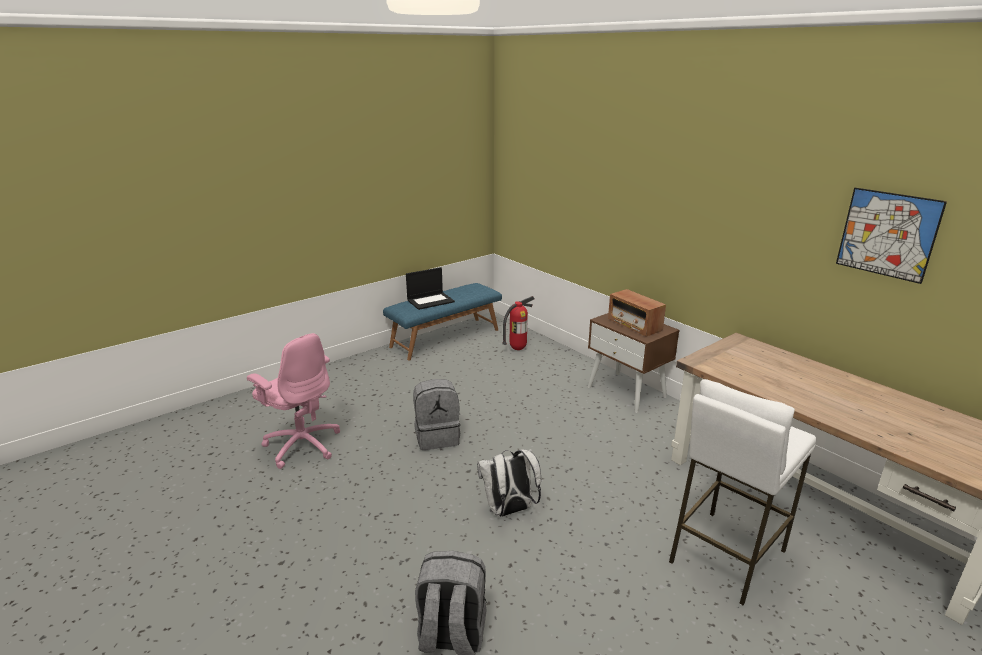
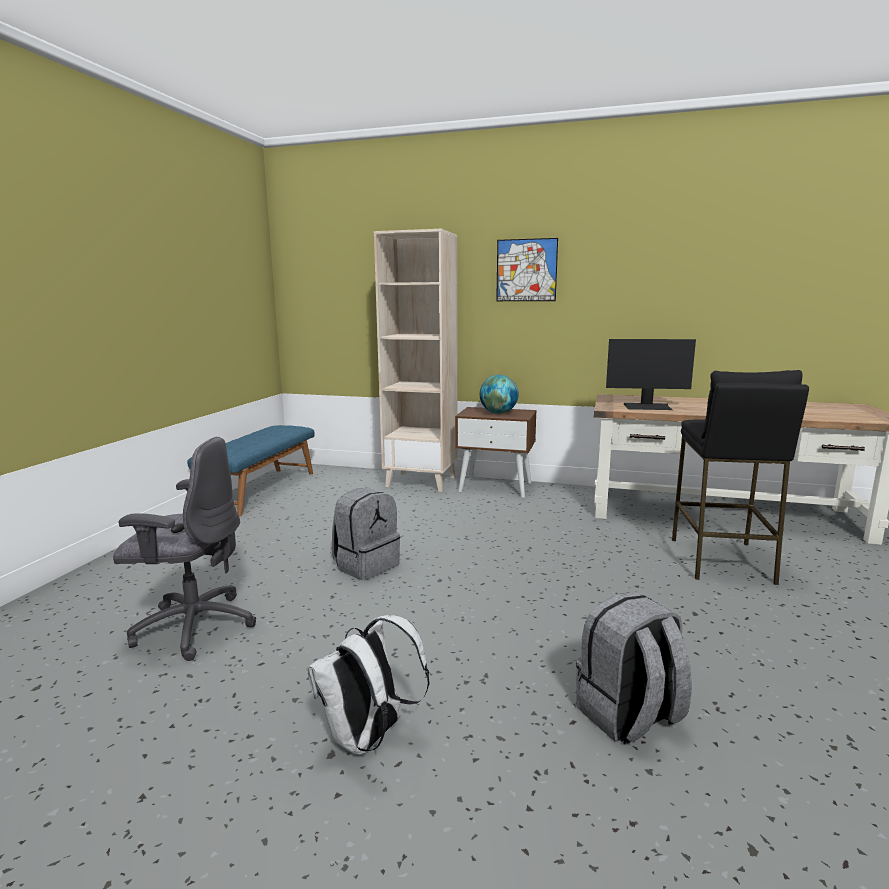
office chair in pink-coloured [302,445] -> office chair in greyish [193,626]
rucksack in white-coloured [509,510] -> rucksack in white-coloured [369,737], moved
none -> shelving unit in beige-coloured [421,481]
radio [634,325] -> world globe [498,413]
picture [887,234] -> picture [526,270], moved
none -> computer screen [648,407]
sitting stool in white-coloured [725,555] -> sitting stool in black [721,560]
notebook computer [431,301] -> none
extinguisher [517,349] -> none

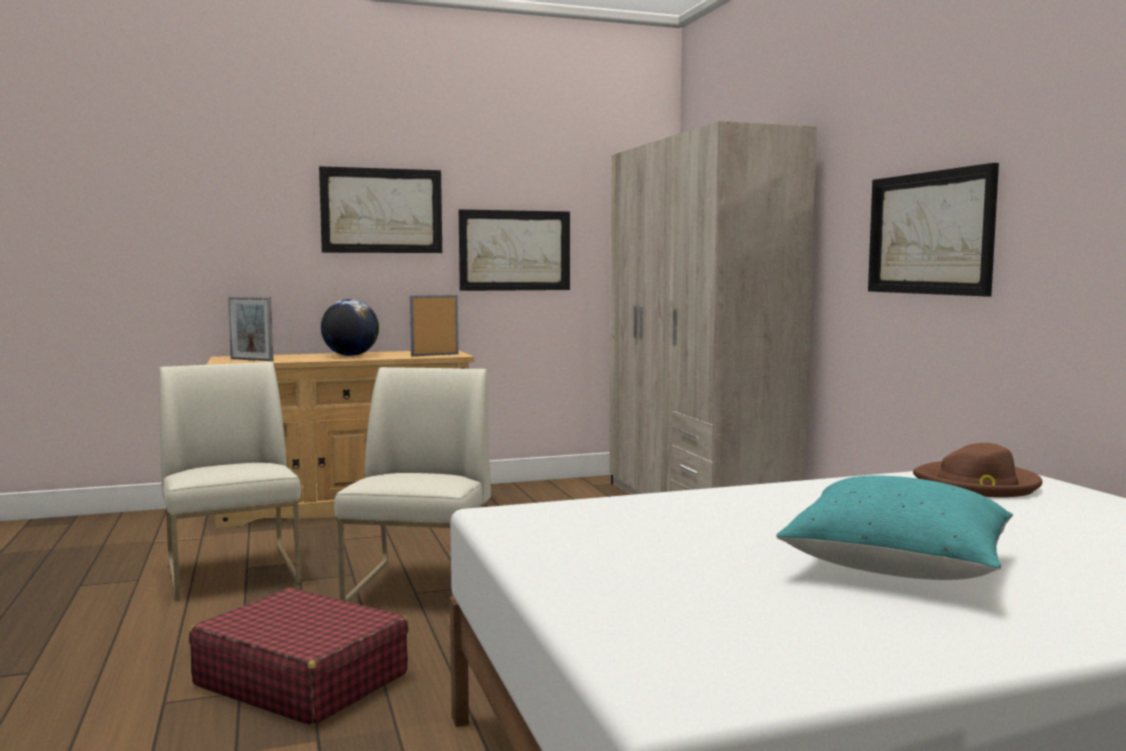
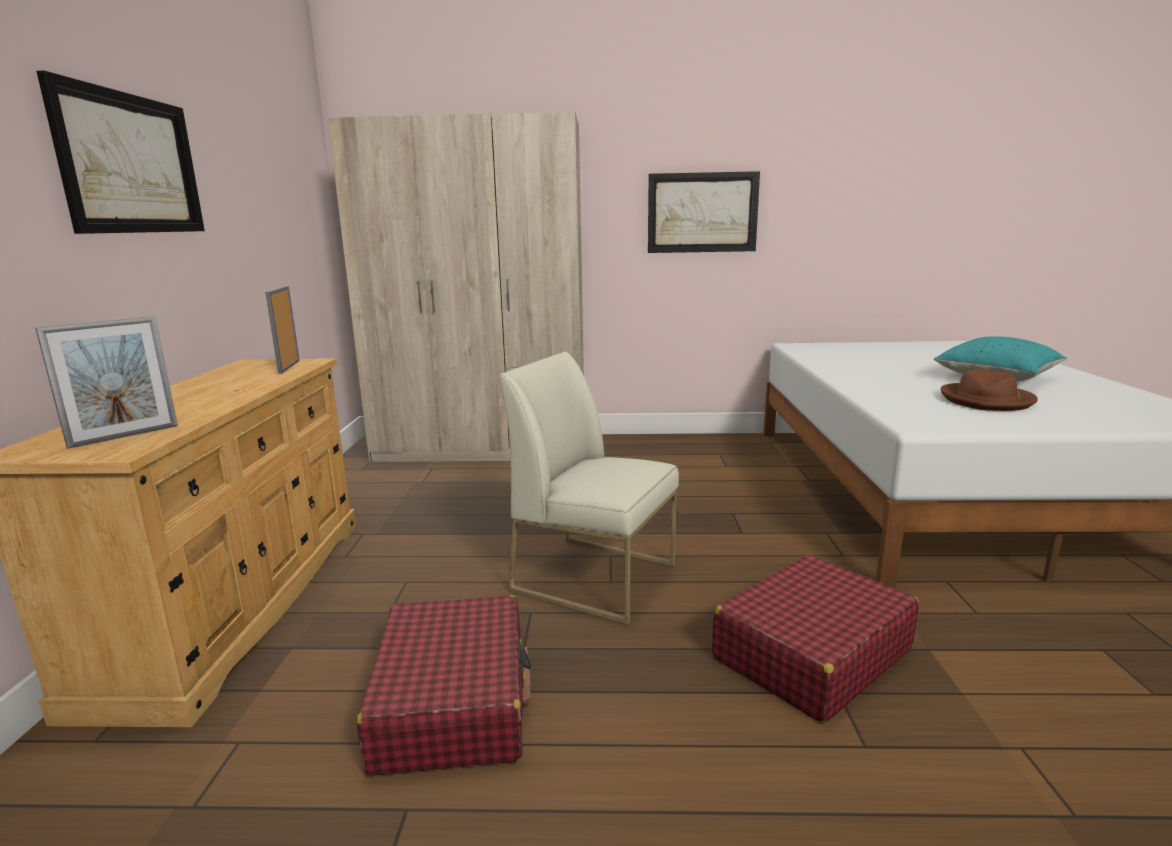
plain chair in white-coloured [234,572] -> suitcase in reddish [453,702]
hat in brown-coloured [977,484] -> hat in brown-coloured [987,401], moved
world globe [350,355] -> none
picture [514,250] -> none

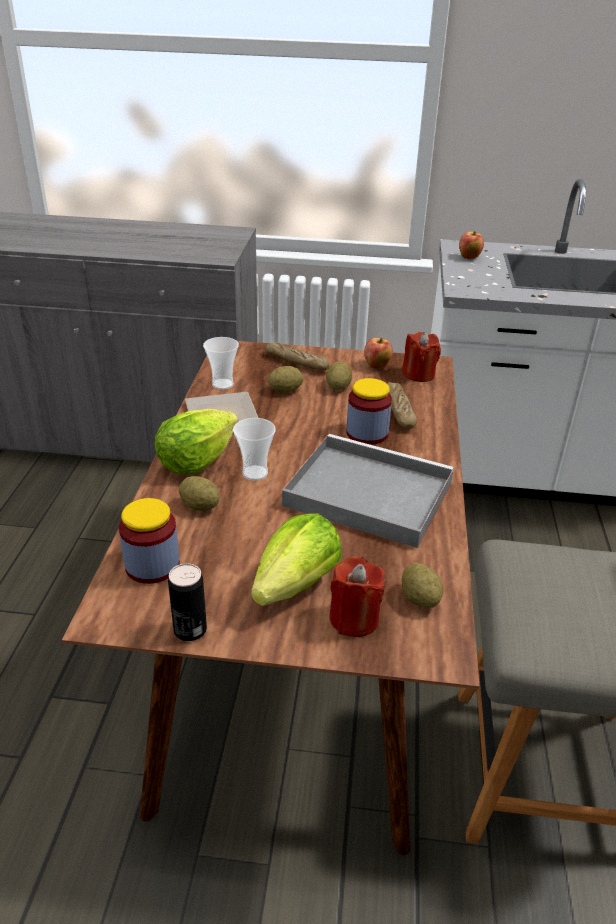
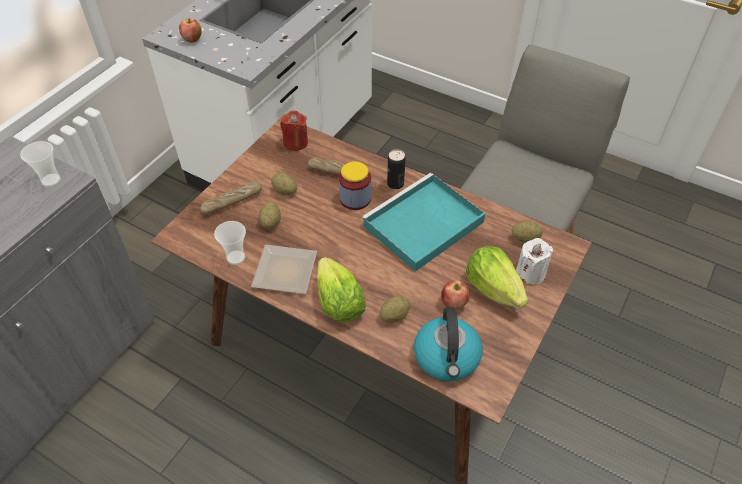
drinking cup [255,473] -> drinking cup [51,180], moved
carrying tray in greyish [365,494] -> carrying tray in blue-green [422,225]
sealed can [190,630] -> sealed can [395,184], moved
storage jar [152,565] -> kettle [447,358]
apple fruit [376,366] -> apple fruit [453,303], moved
wax candle in reddish [354,618] -> wax candle in white-coloured [530,272]

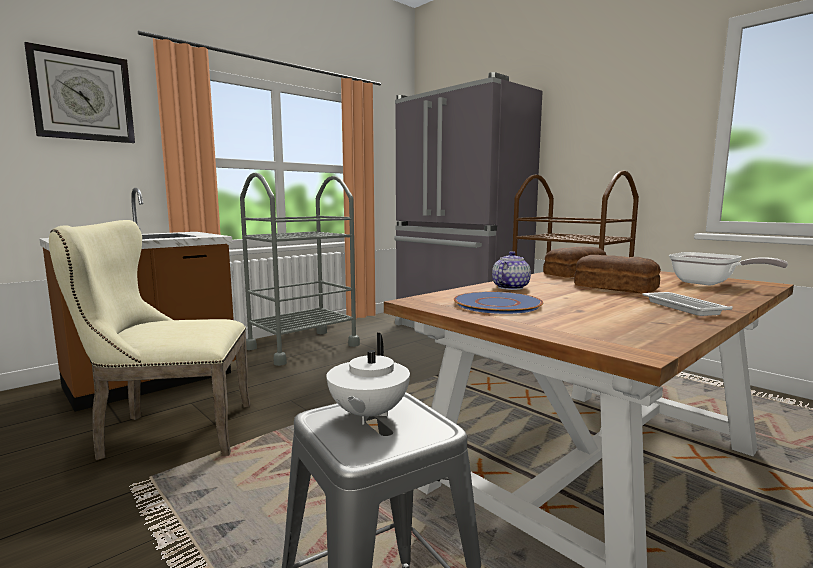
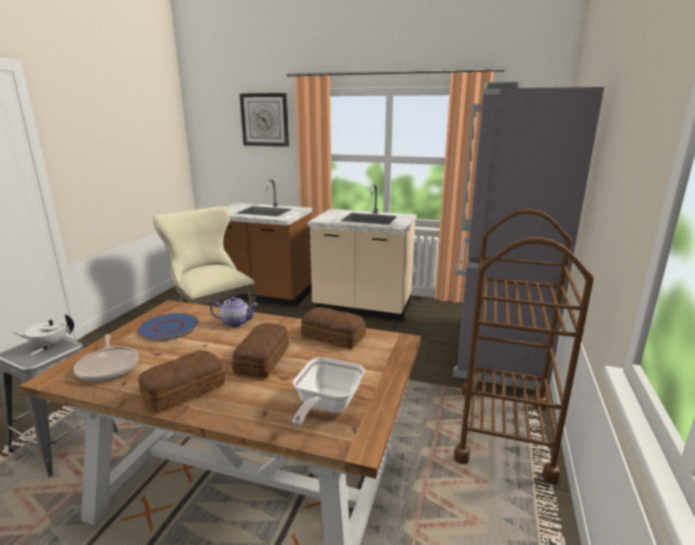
none -> pan [108,366]
carrying tray in white-coloured [681,307] -> bakery bread [182,390]
wheeled cart in greyish [303,347] -> kitchen base unit in beige-coloured [362,307]

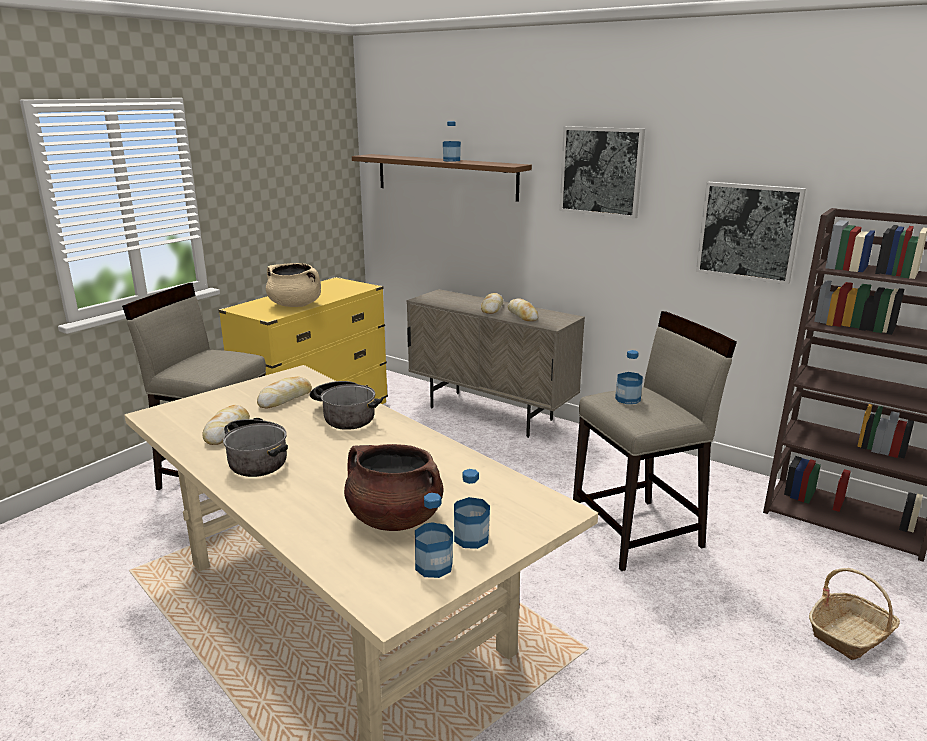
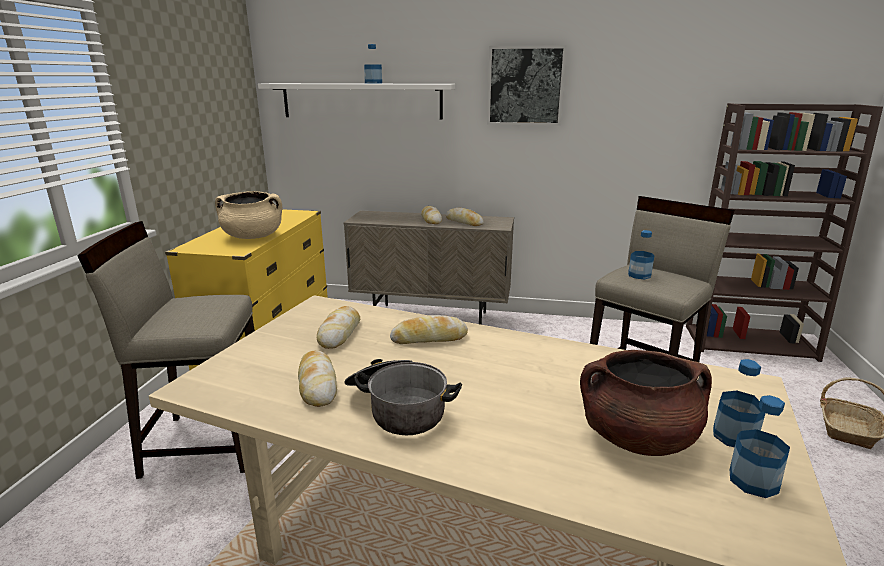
wall shelf in brown-coloured [445,176] -> wall shelf in white-coloured [361,101]
saucepot [345,416] -> bakery bread [429,338]
picture [748,231] -> none

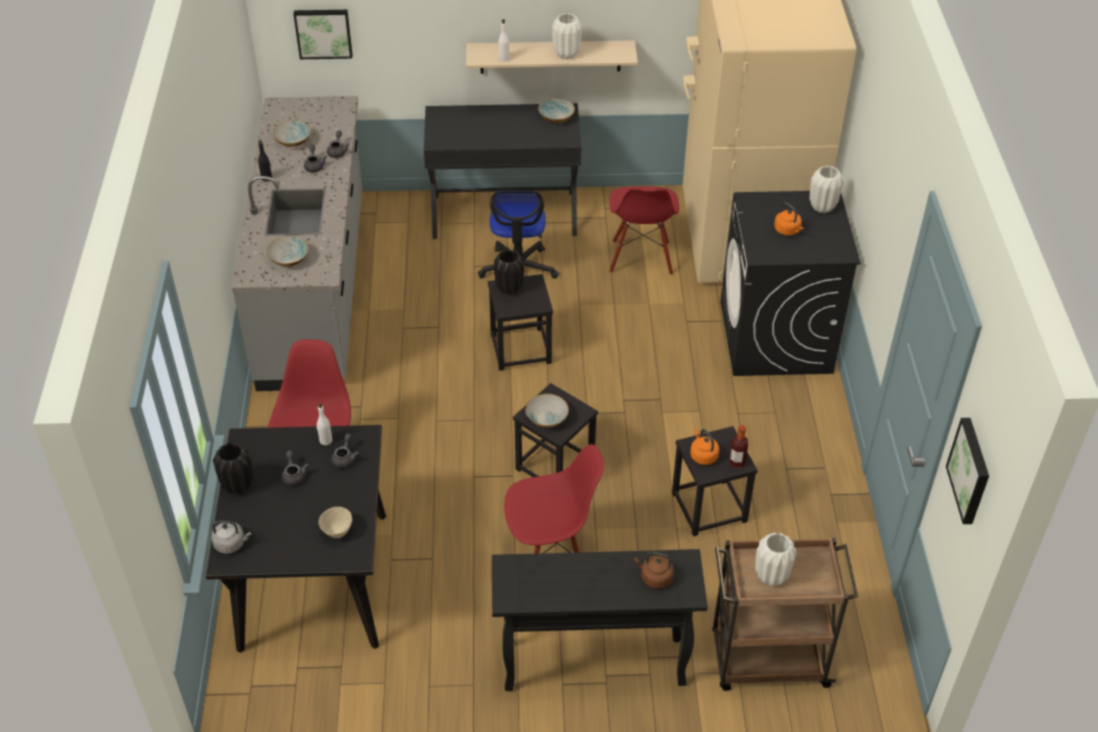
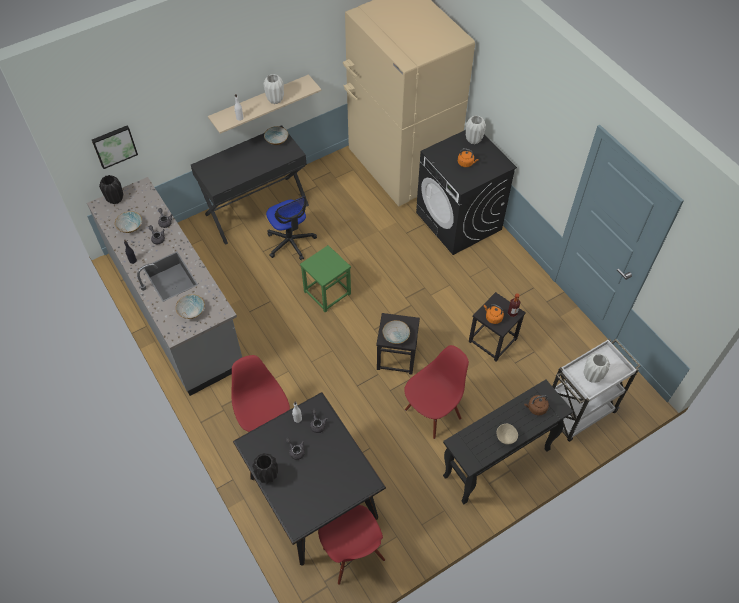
vase in black [509,288] -> vase in black [115,199], moved
sitting stool in black [520,348] -> sitting stool in greenish [327,292]
plain chair in reddish [641,258] -> plain chair in reddish [353,555], moved
serving bowl in beige-coloured [337,531] -> serving bowl in beige-coloured [505,438], moved
wheeled cart in brown-coloured [767,660] -> wheeled cart in white-coloured [578,413]
kettle in greyish [231,544] -> none
picture [971,470] -> none

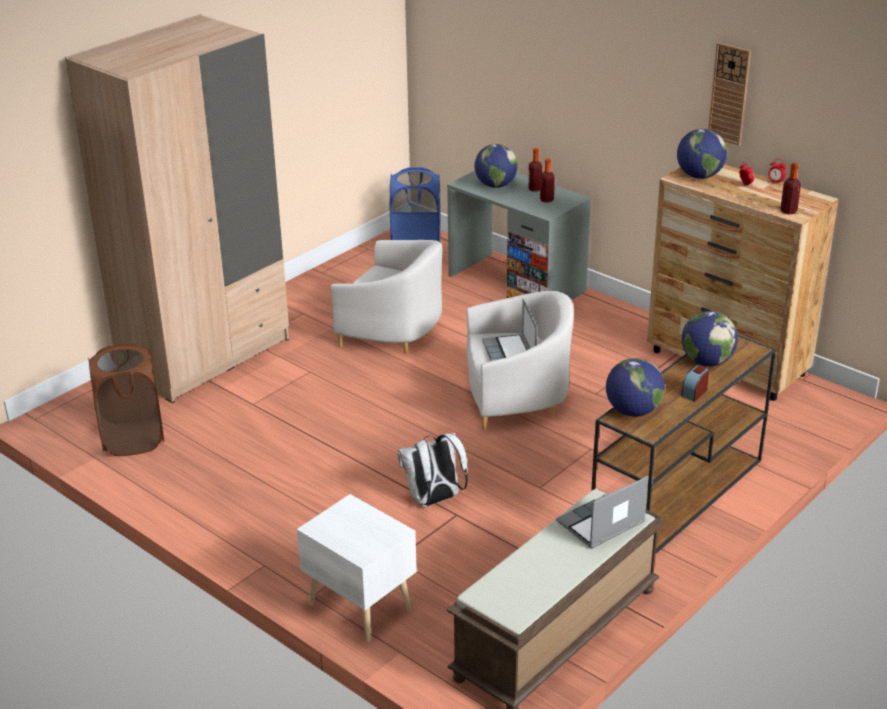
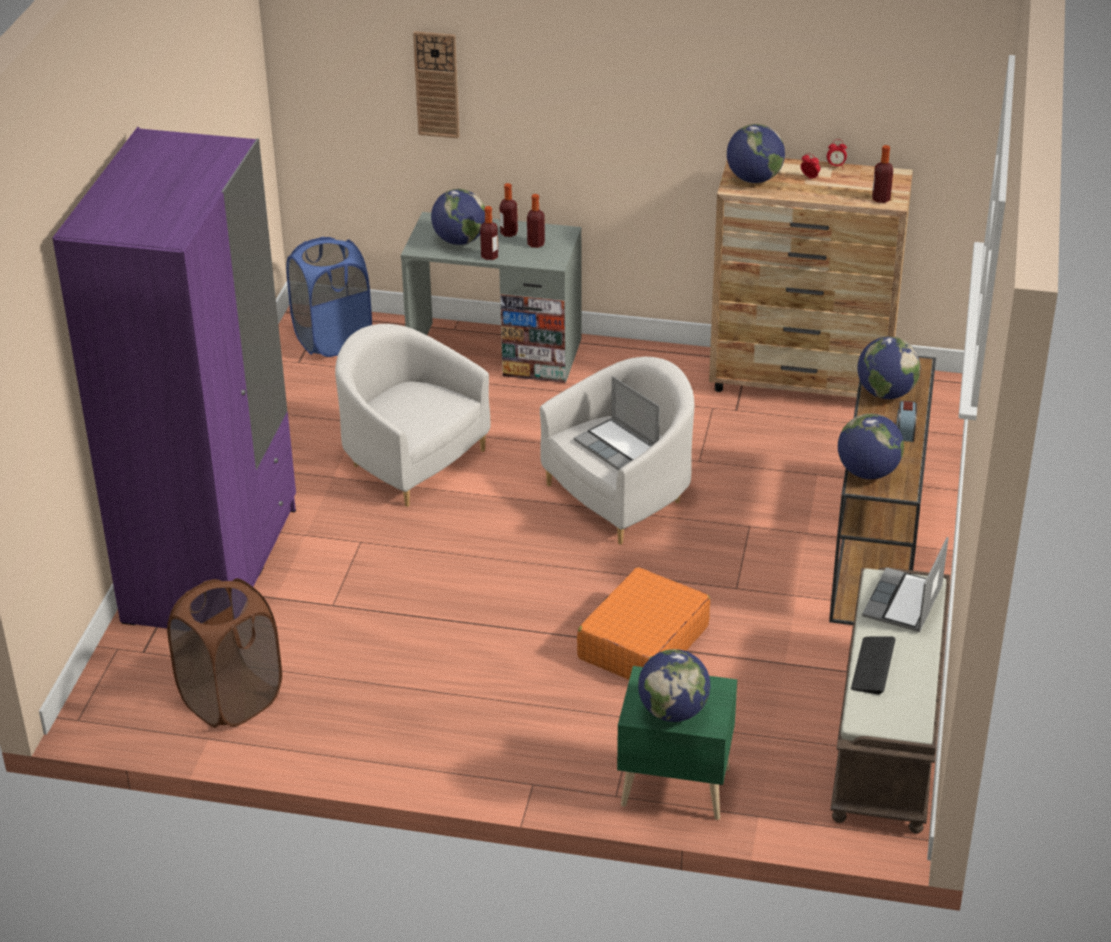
armoire in beige-coloured [205,355] -> armoire in purple-coloured [212,564]
armchair in white-coloured [393,332] -> armchair in white-coloured [410,460], 135 degrees counterclockwise
wall clock [729,94] -> wall clock [437,84], moved
none -> drink bottle [489,256]
rucksack in white-coloured [434,500] -> suitcase in orange [642,643]
bedside table in white-coloured [360,605] -> bedside table in greenish [674,785]
none -> world globe [673,711]
none -> keyboard [873,666]

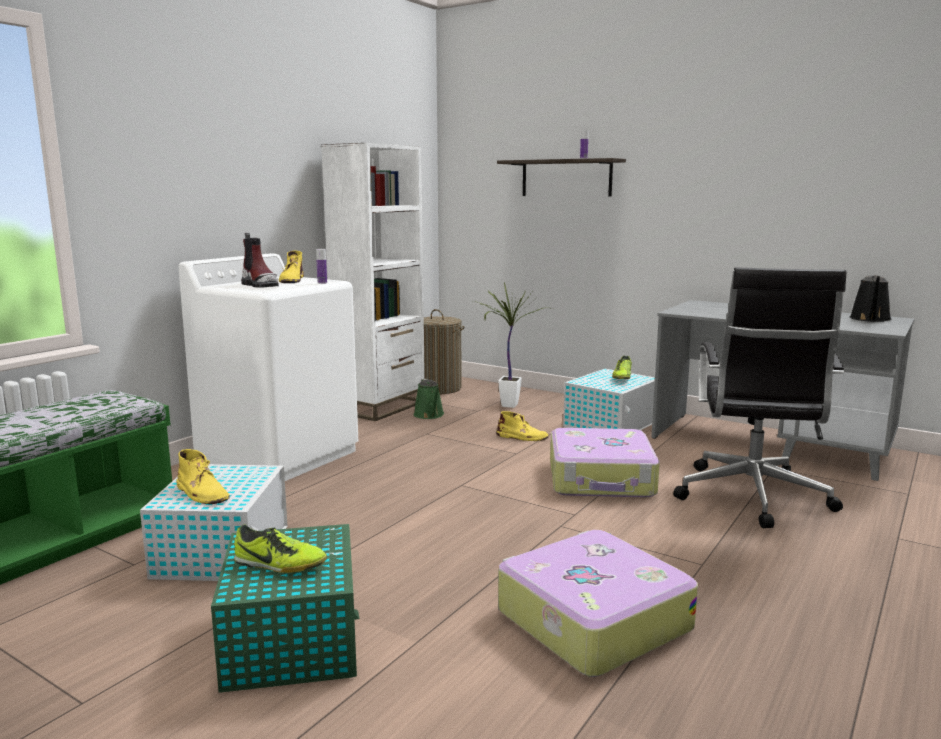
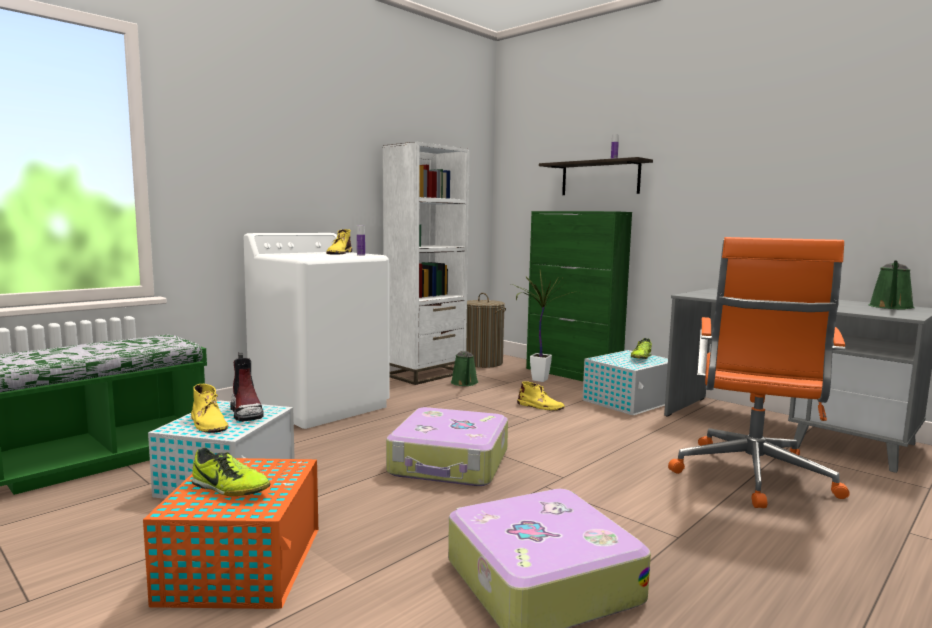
storage bin in greenish [293,638] -> storage bin in orange [244,564]
tall boot [260,285] -> tall boot [247,413], moved
suitcase [601,479] -> suitcase [450,463], moved
none -> cupboard in greenish [573,374]
office chair in black [752,497] -> office chair in orange [752,477]
sprinkling can in black [870,319] -> sprinkling can in greenish [891,307]

